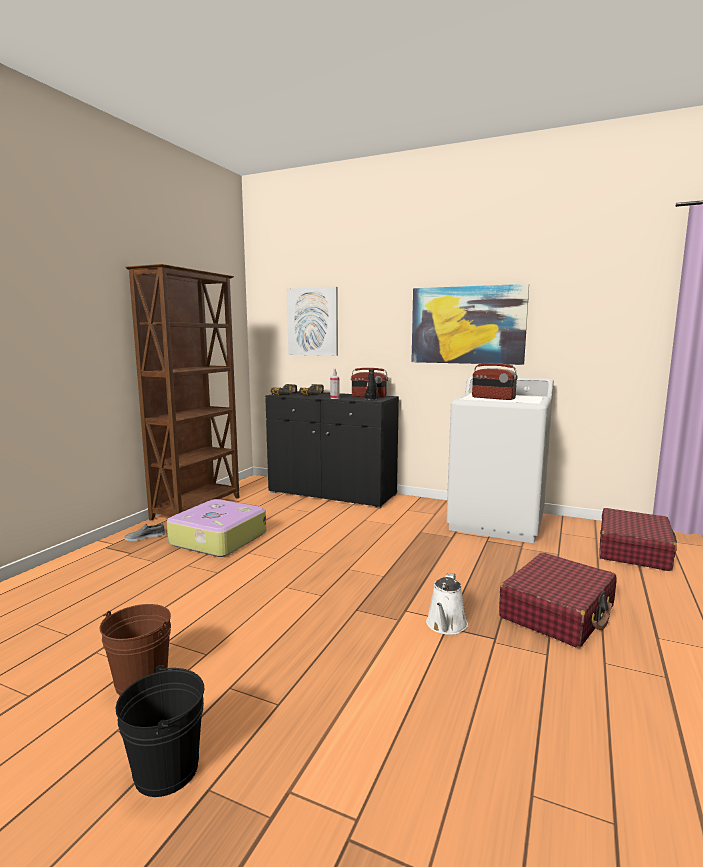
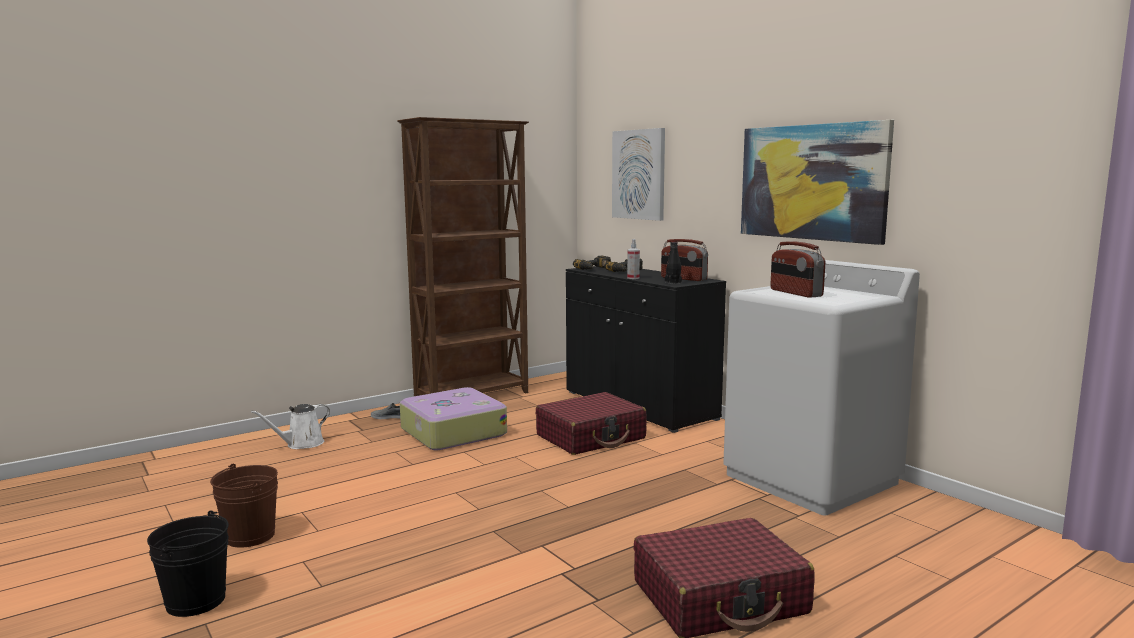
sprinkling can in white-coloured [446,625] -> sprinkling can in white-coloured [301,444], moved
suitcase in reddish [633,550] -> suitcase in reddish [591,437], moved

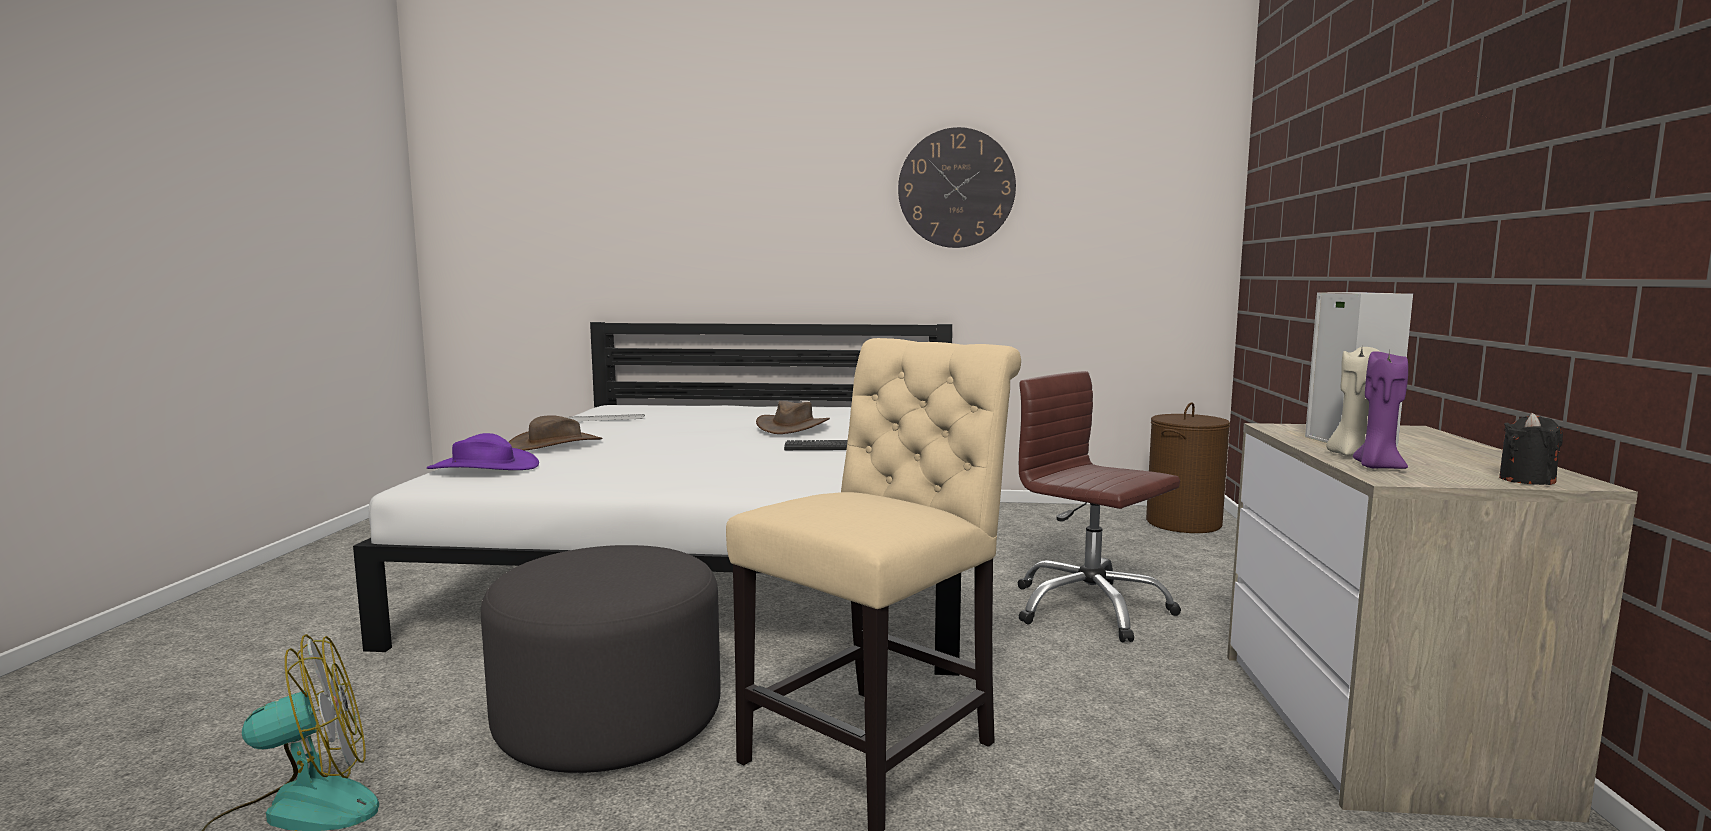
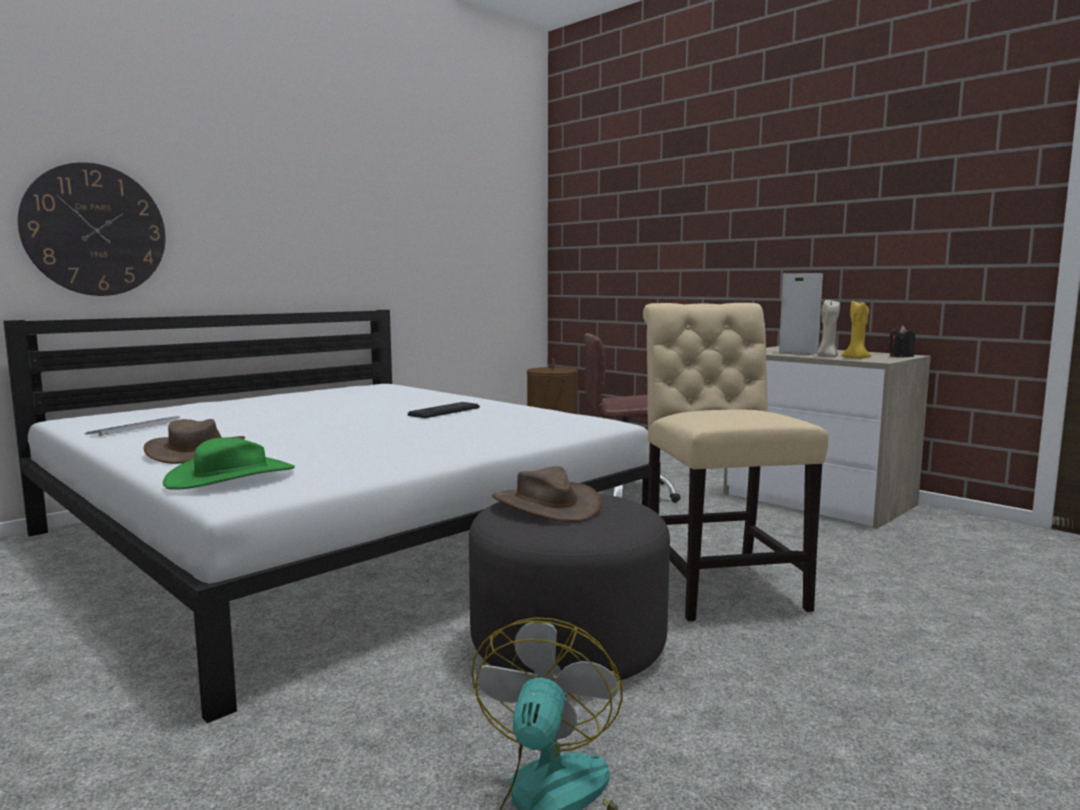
wall clock [956,188] -> wall clock [95,230], moved
hat in purple-coloured [483,467] -> hat in greenish [231,476]
hat in brown-coloured [792,427] -> hat in brown-coloured [545,505], moved
wax candle in purple-coloured [1377,467] -> wax candle in yellow-coloured [856,358]

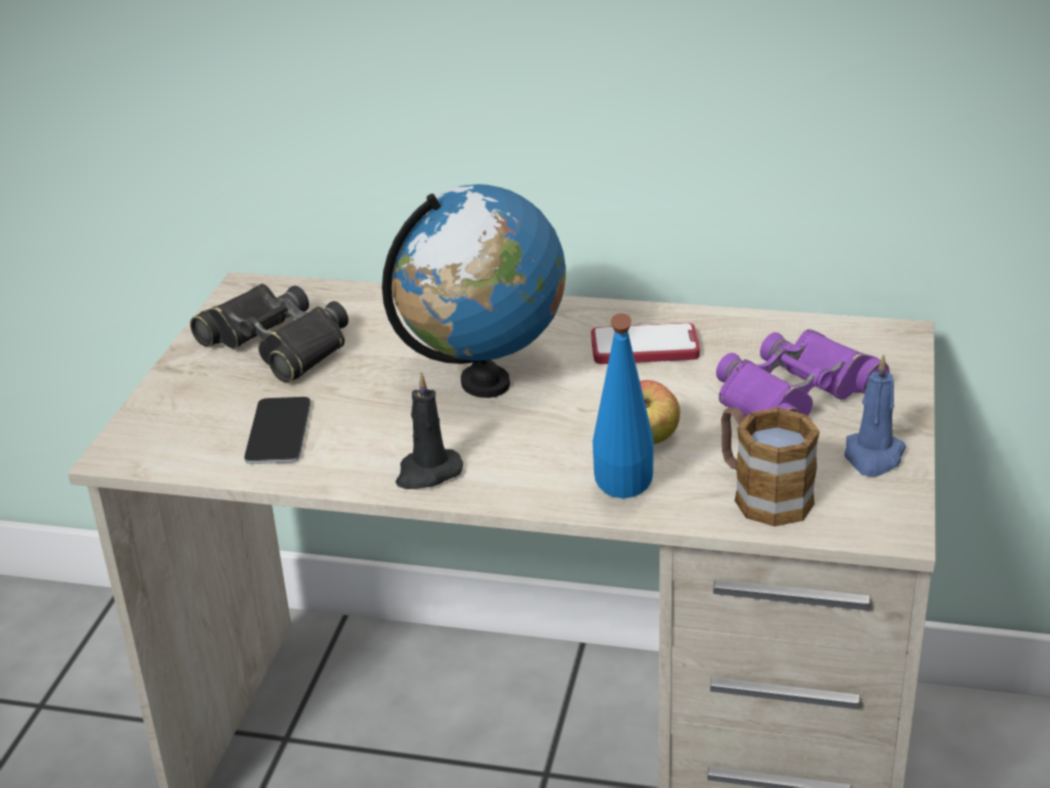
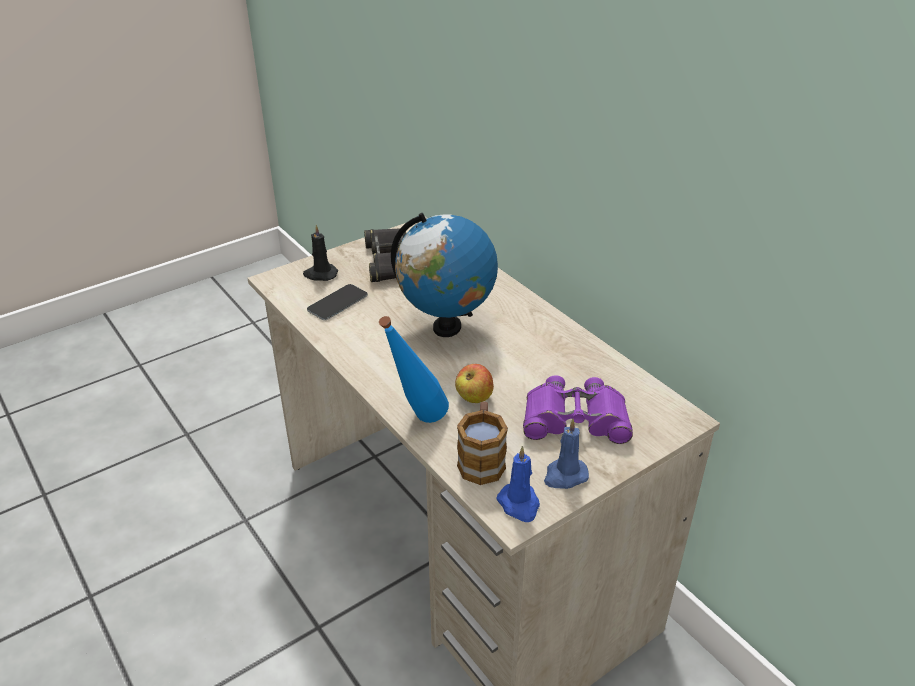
wax candle in black [427,473] -> wax candle in black [320,274], moved
none -> wax candle in blue-coloured [519,504]
phone [644,347] -> none

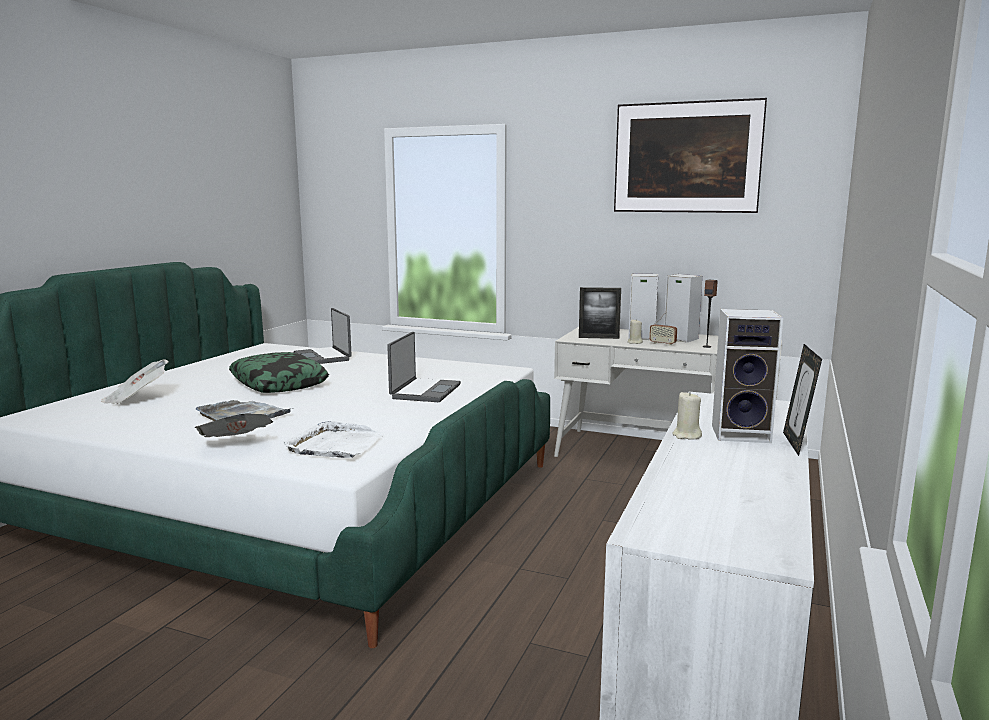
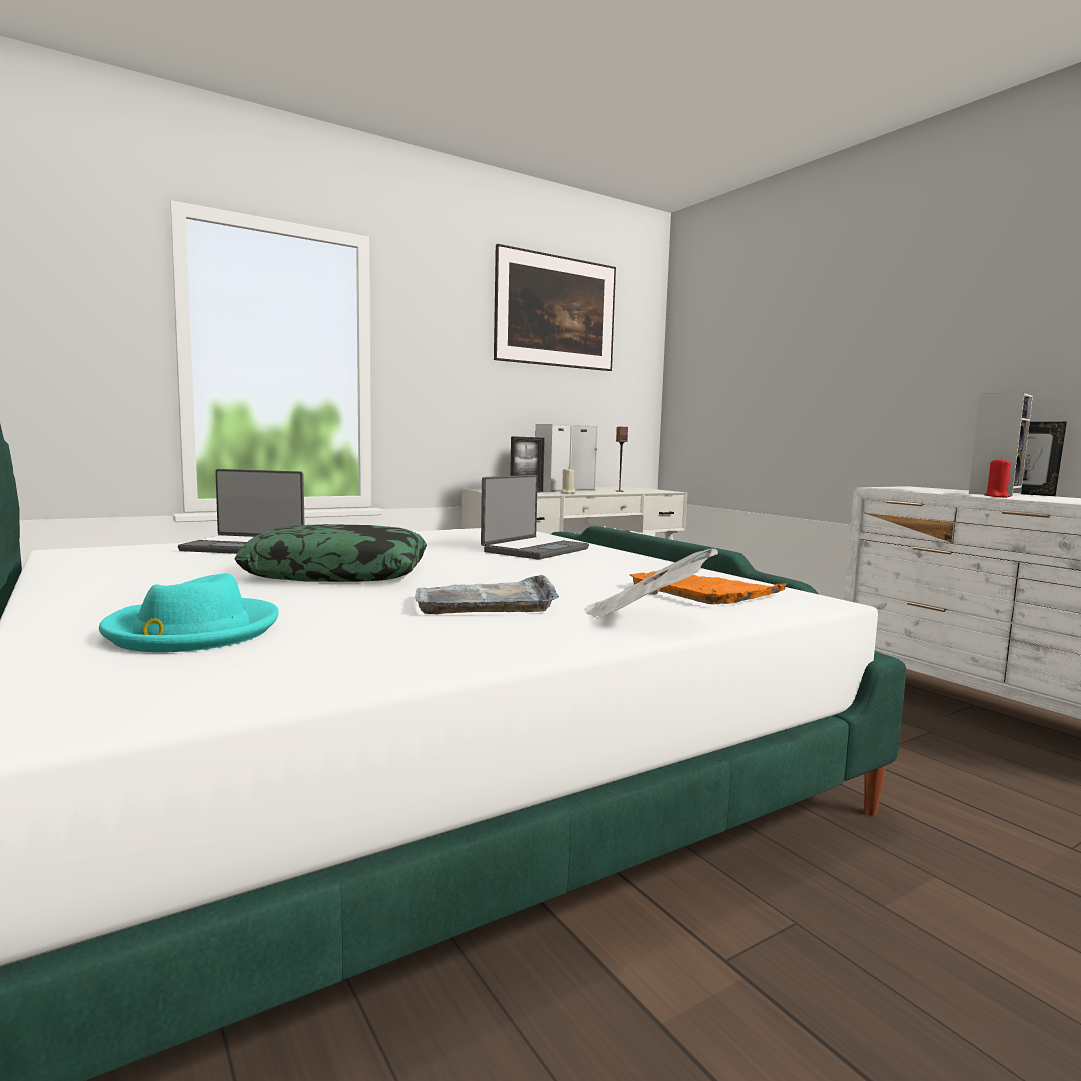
printed paper [136,399] -> hat in blue-green [192,631]
notebook computer [424,391] -> notebook computer [534,550], 75 degrees clockwise
carrying tray in white-coloured [336,445] -> carrying tray in orange [706,592]
wax candle in beige-coloured [686,435] -> wax candle in reddish [997,496]
radio [662,344] -> none

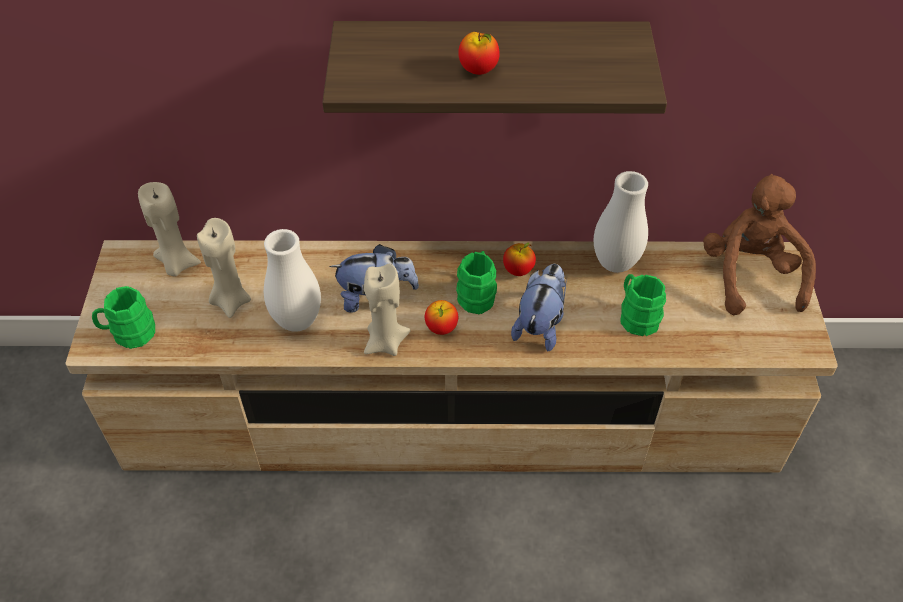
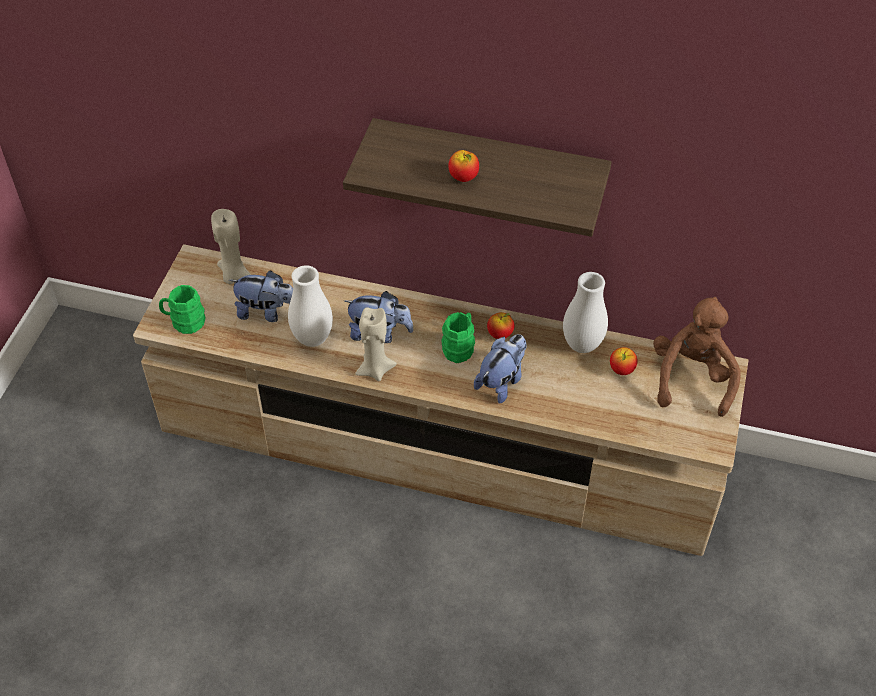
wax candle in beige-coloured [231,301] -> soft toy [267,312]
apple fruit [441,328] -> apple fruit [621,370], moved
coffee mug in greenish [636,316] -> none

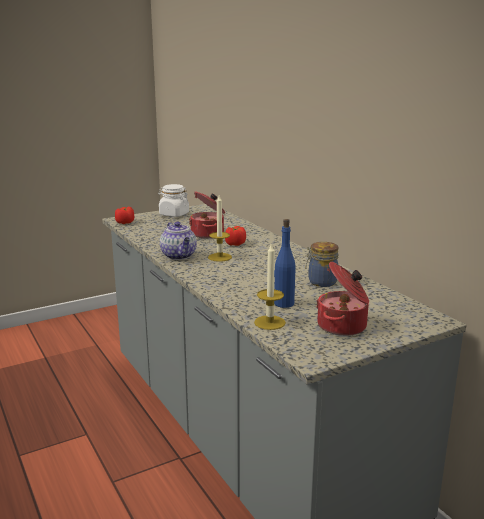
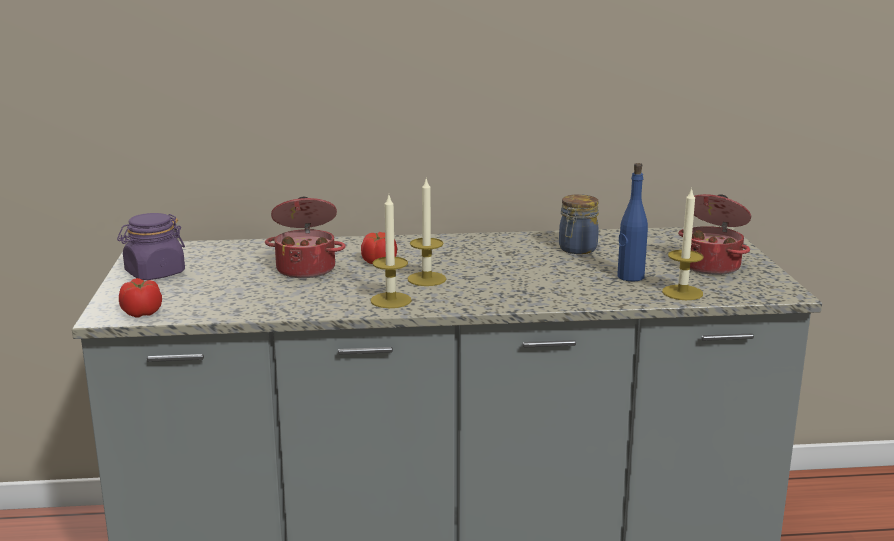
storage jar in white-coloured [174,214] -> storage jar in purple-coloured [154,273]
teapot [179,256] -> wax candle [391,300]

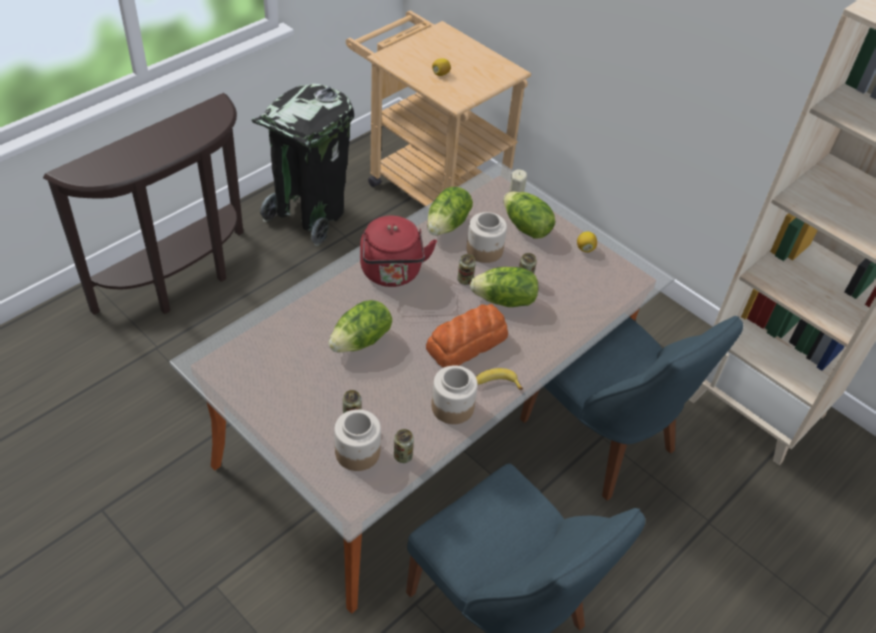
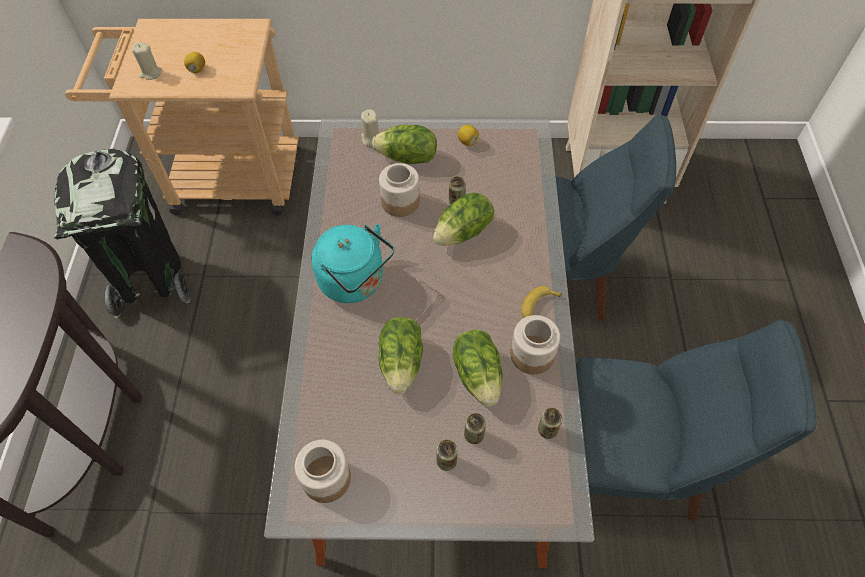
none -> wax candle in beige-coloured [151,73]
storage jar [357,452] -> storage jar [326,479], moved
kettle in reddish [392,273] -> kettle in blue-green [355,282]
sealed can [465,280] -> sealed can [446,461], moved
lettuce head [448,225] -> lettuce head [478,375], moved
bakery bread [468,342] -> none

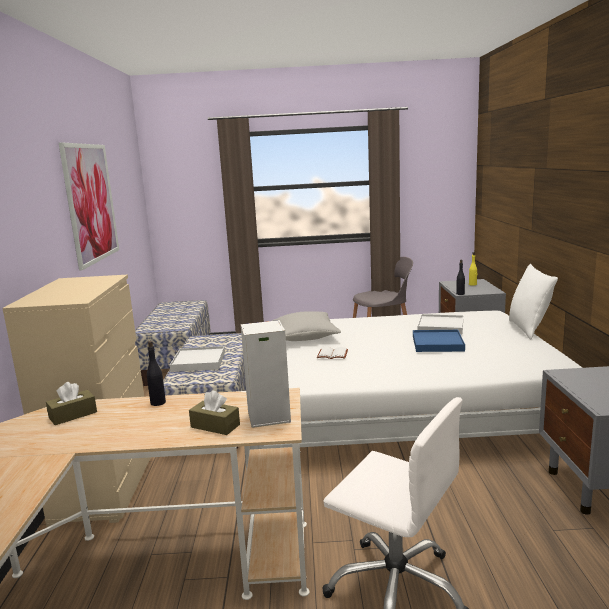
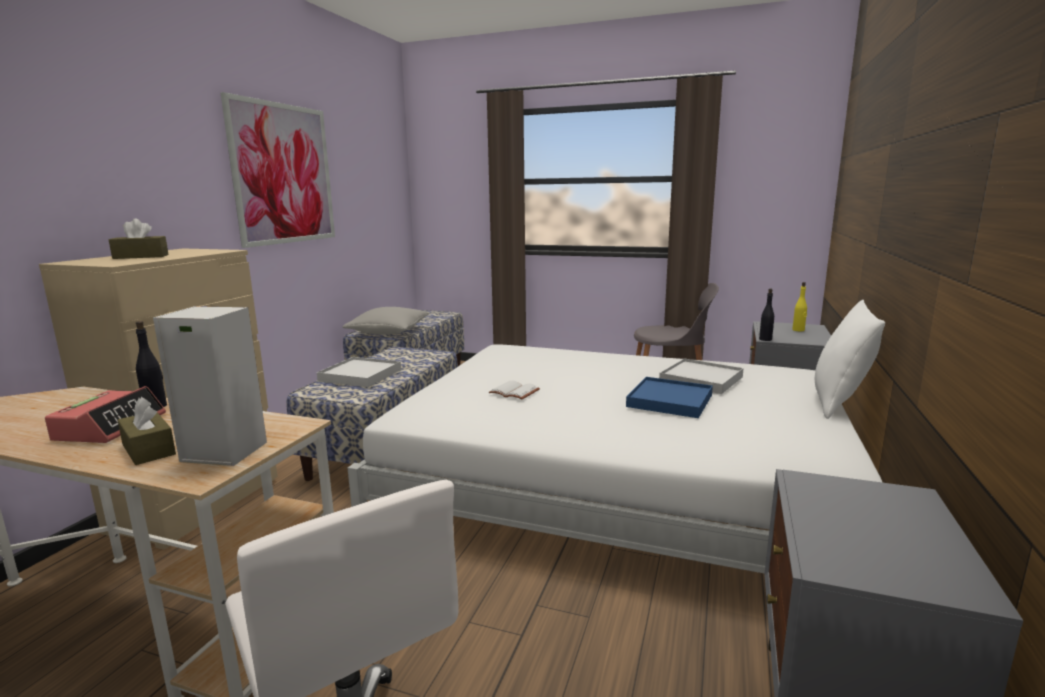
none -> bedside clock [111,427]
tissue box in brown-coloured [73,415] -> tissue box in brown-coloured [141,256], moved
throw pillow in greyish [304,337] -> throw pillow in greyish [388,332], moved

